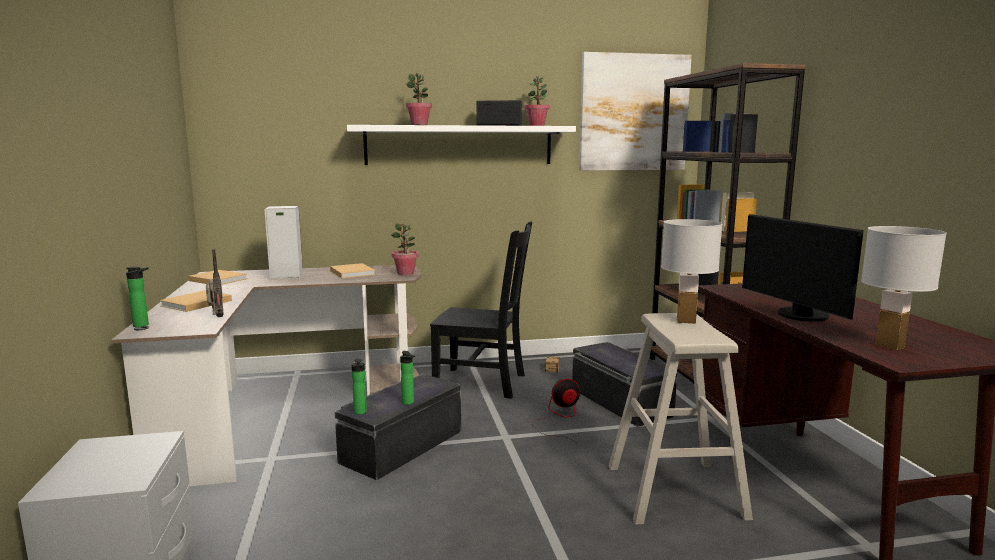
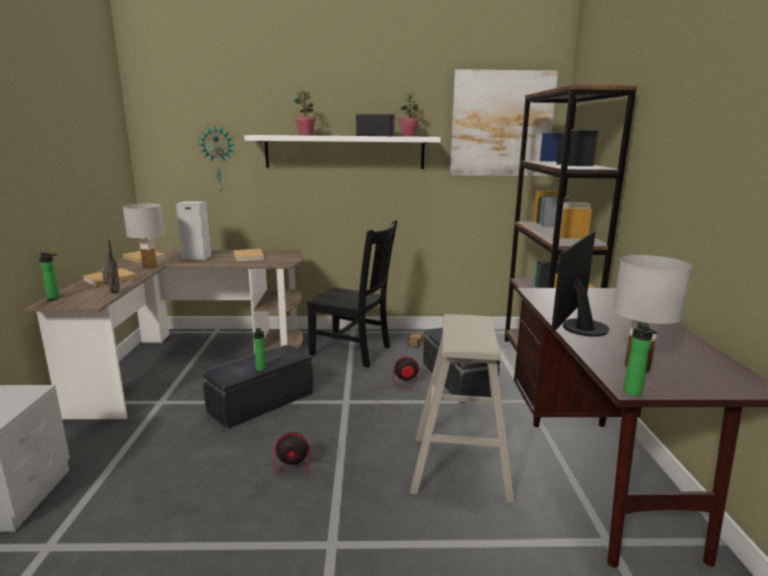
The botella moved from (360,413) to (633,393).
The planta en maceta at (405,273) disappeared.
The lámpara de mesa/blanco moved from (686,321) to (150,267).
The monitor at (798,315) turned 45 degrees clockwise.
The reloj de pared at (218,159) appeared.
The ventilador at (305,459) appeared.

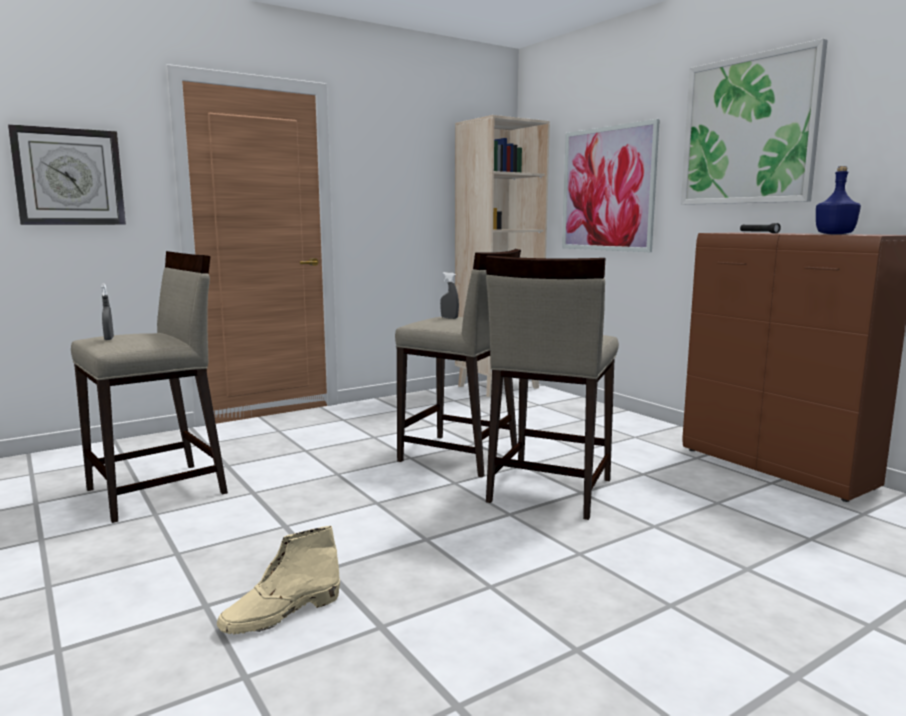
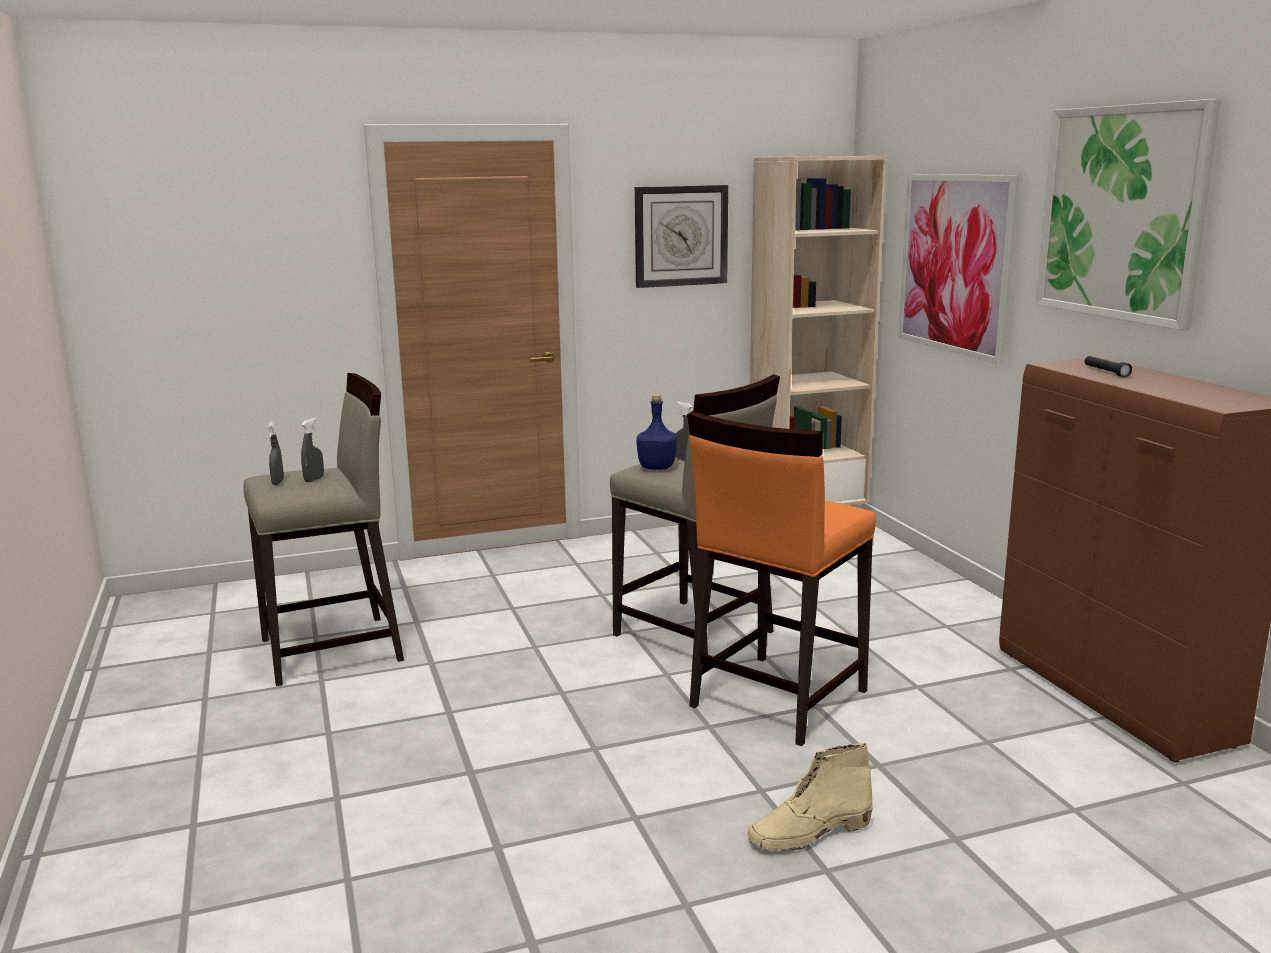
The reloj de pared moved from (69,177) to (680,236).
The bota/beis moved from (280,614) to (809,833).
The taburete/beis at (549,490) became the taburete/naranja at (776,698).
The botella/azul moved from (834,234) to (656,467).
The pulverizador/gris at (314,479) appeared.

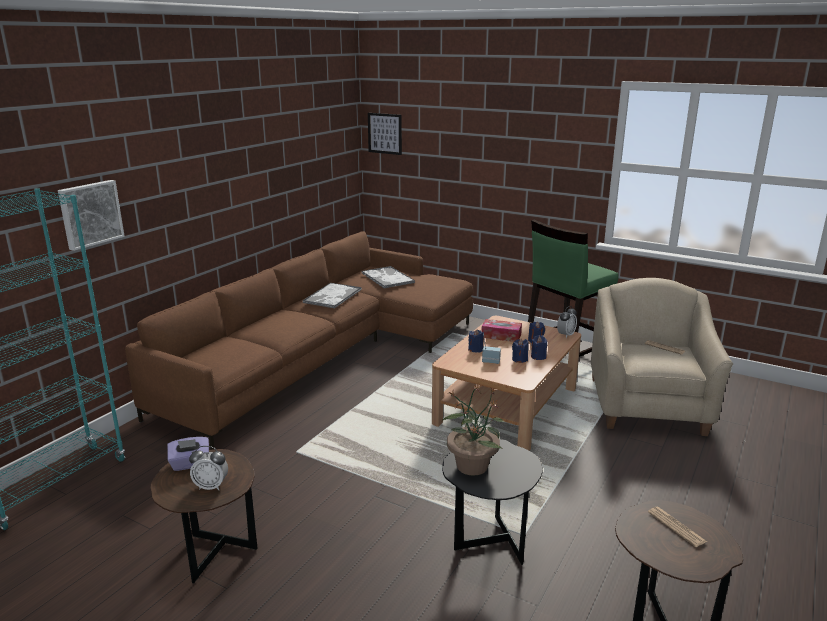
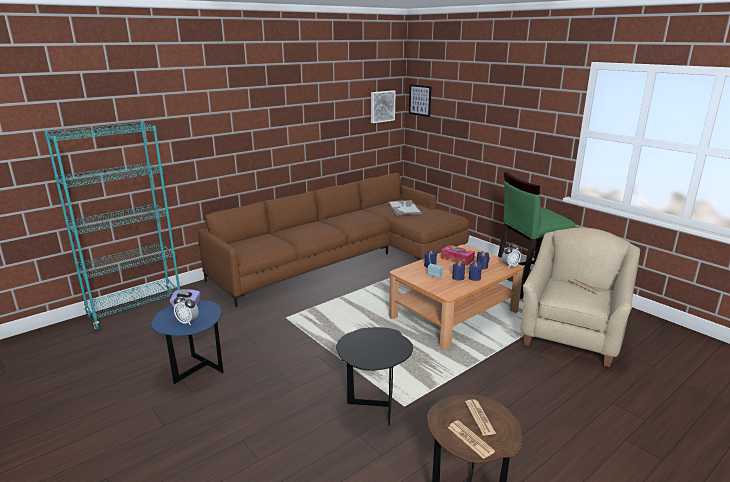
The cuadro moved from (90,214) to (382,106).
The mesa auxiliar/marrón at (214,558) became the mesa auxiliar/azul at (195,372).
The bandeja at (332,296) disappeared.
The planta en maceta at (472,465) disappeared.
The periódico at (470,439) appeared.

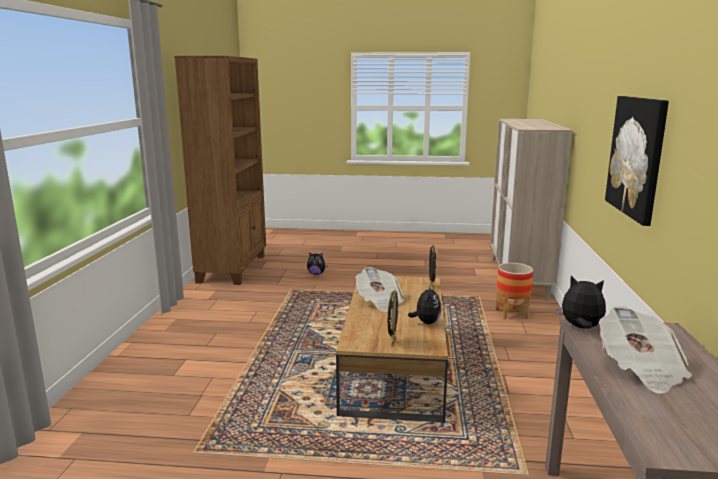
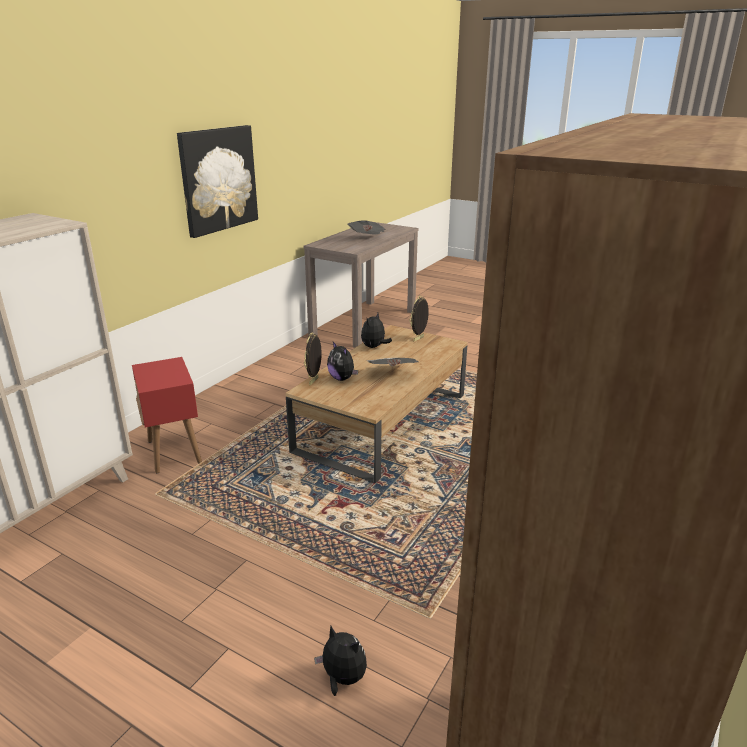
The maceta at (511,313) was replaced by the mesa auxiliar/rojo at (174,452).
The peluche moved from (580,328) to (342,378).

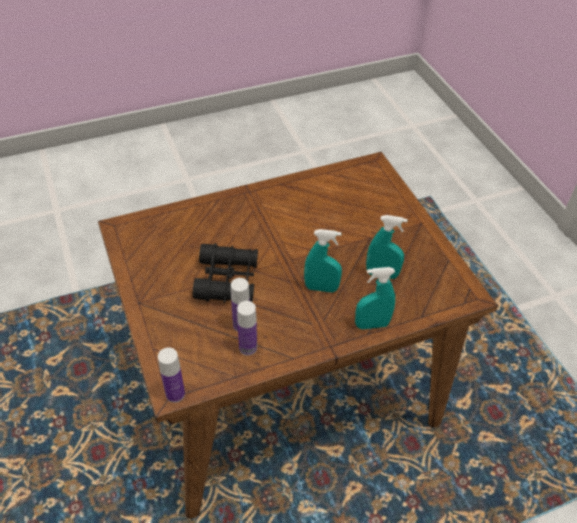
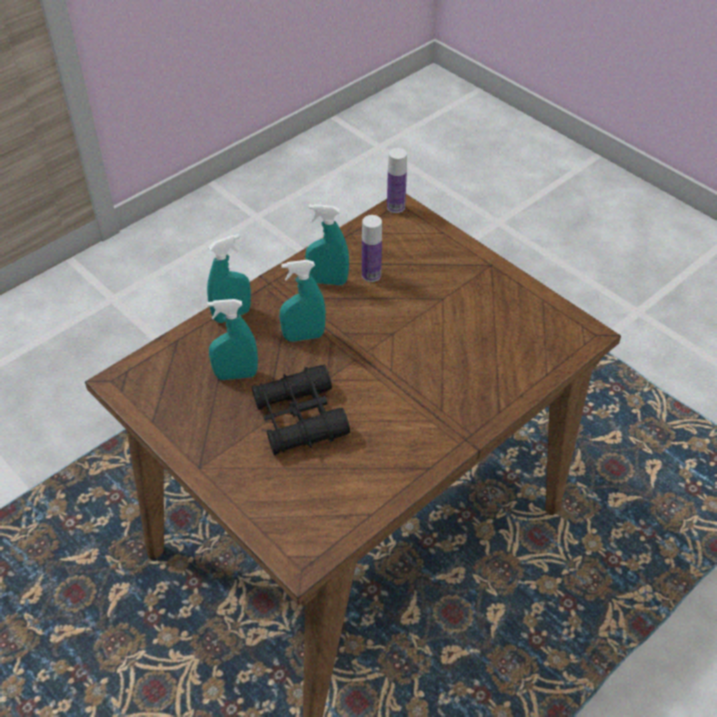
The prismáticos/negro moved from (227,280) to (299,419).
The botella at (248,347) disappeared.
The pulverizador/turquesa at (327,281) appeared.

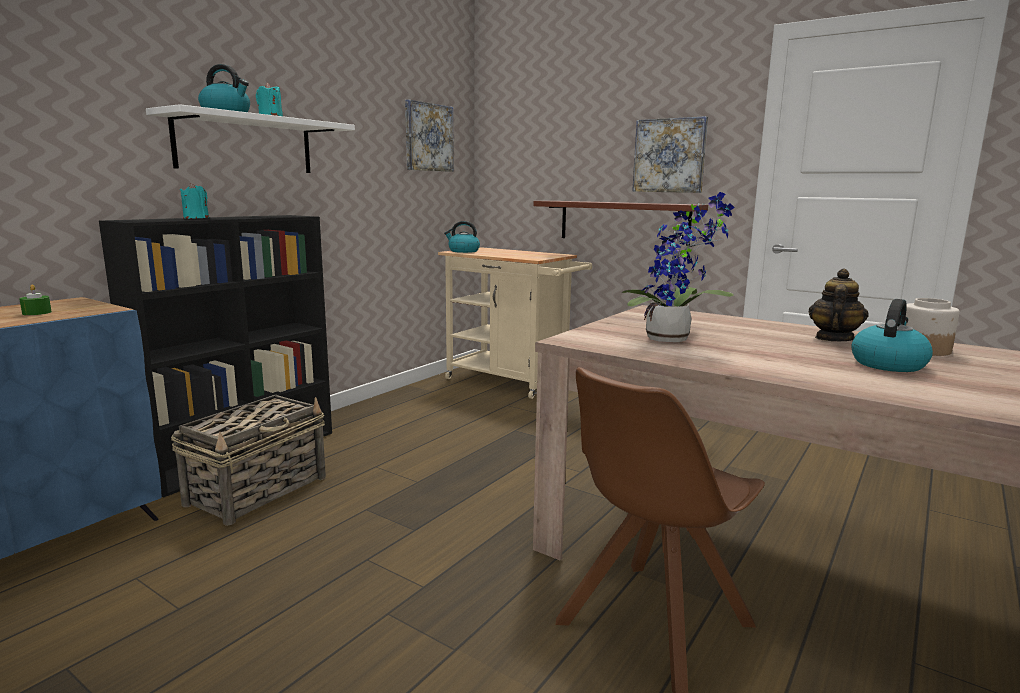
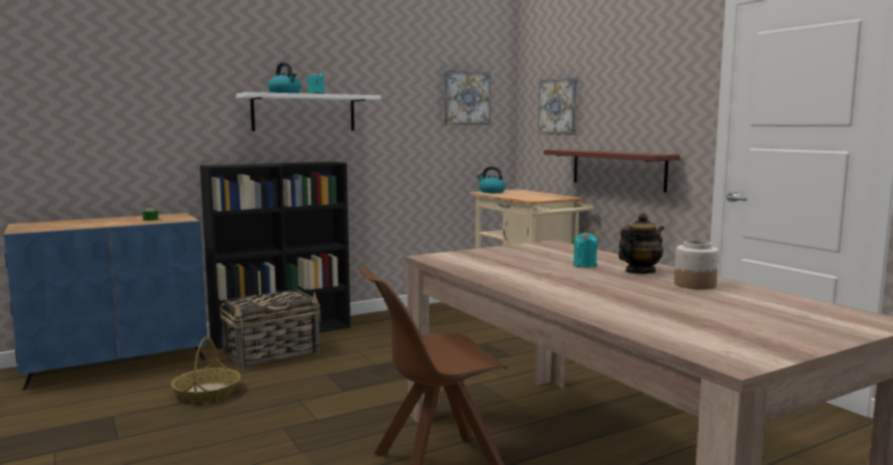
The vela/turquesa moved from (196,218) to (584,265).
The planta en maceta at (673,339) disappeared.
The cuadro moved from (669,156) to (559,106).
The hervidor at (888,364) disappeared.
The cesta at (207,392) appeared.

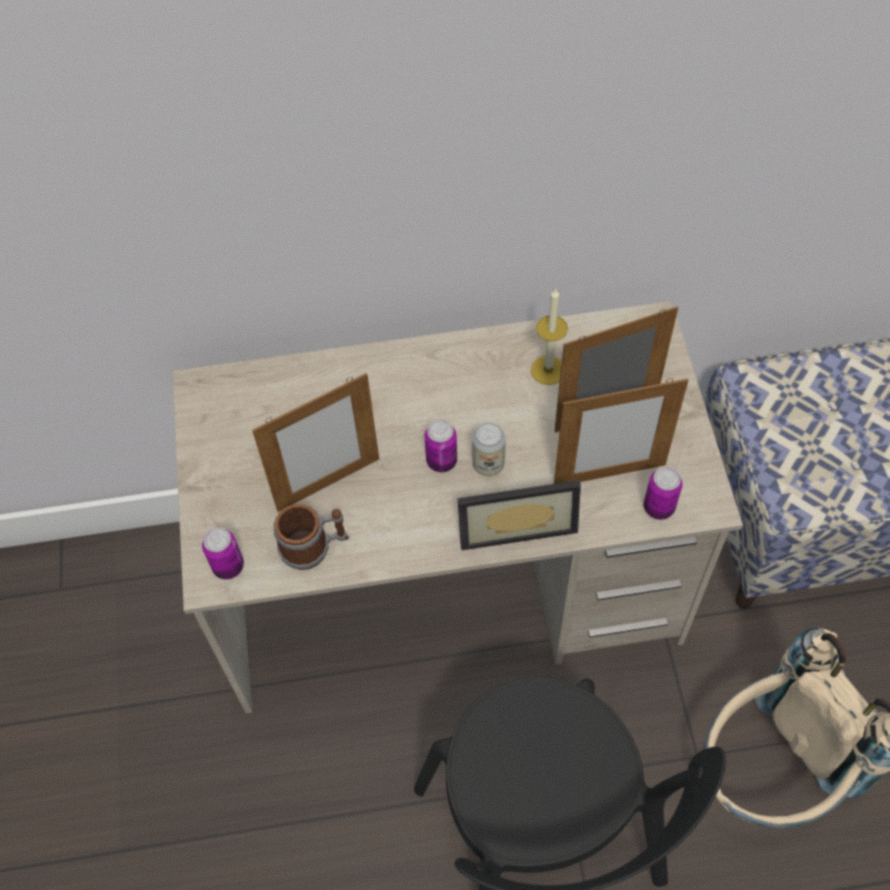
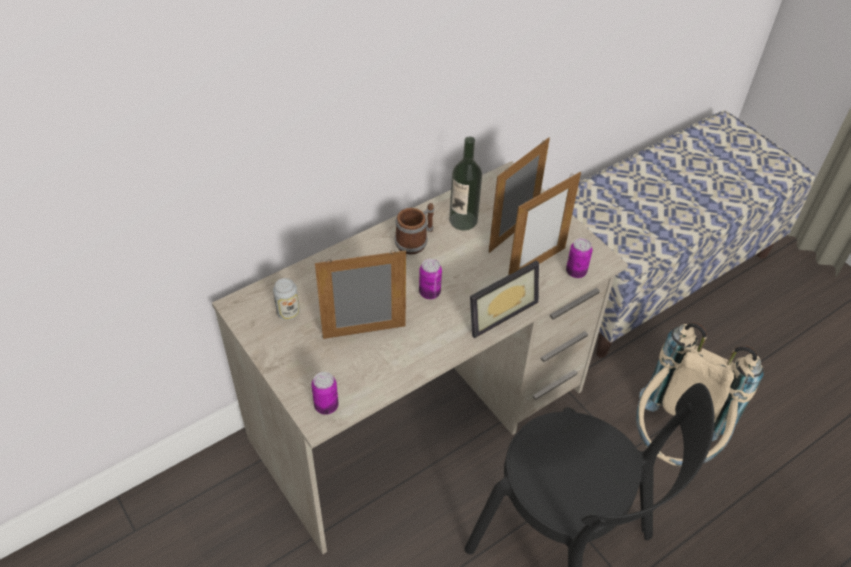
The portarretratos at (328,484) turned 135 degrees counterclockwise.
The taza grande moved from (314,547) to (415,241).
The lata moved from (488,464) to (288,312).
The vela at (548,370) was replaced by the botella at (463,220).

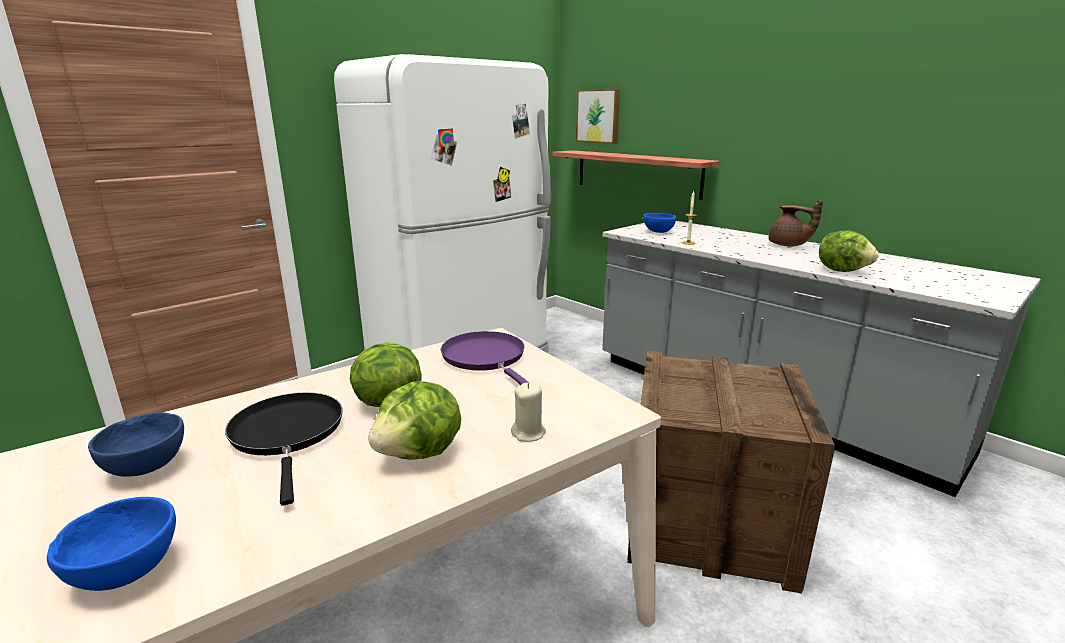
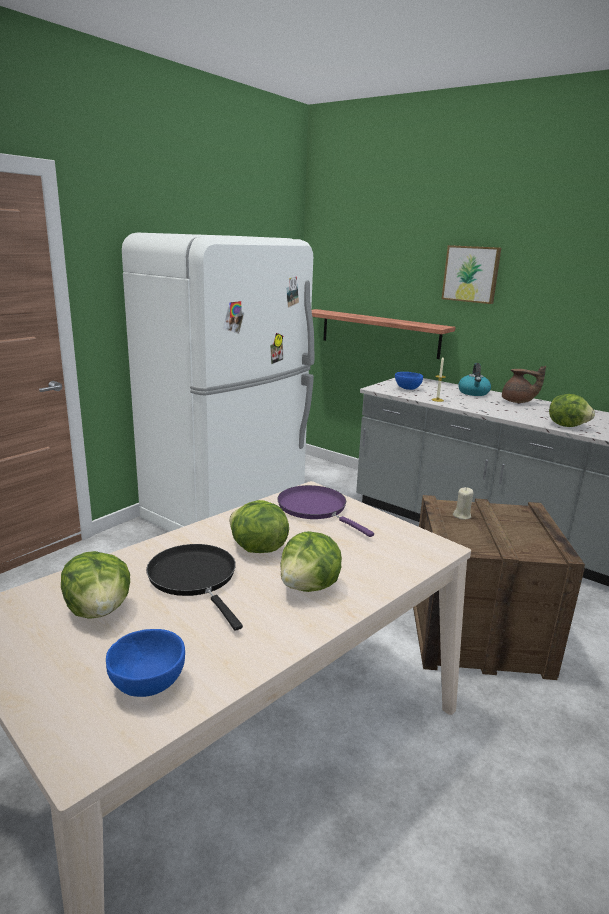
The cuenco/azul at (148,467) was replaced by the lechuga at (99,610).
The vela/beis moved from (529,433) to (462,515).
The cuadro moved from (599,116) to (471,274).
The hervidor at (473,393) appeared.

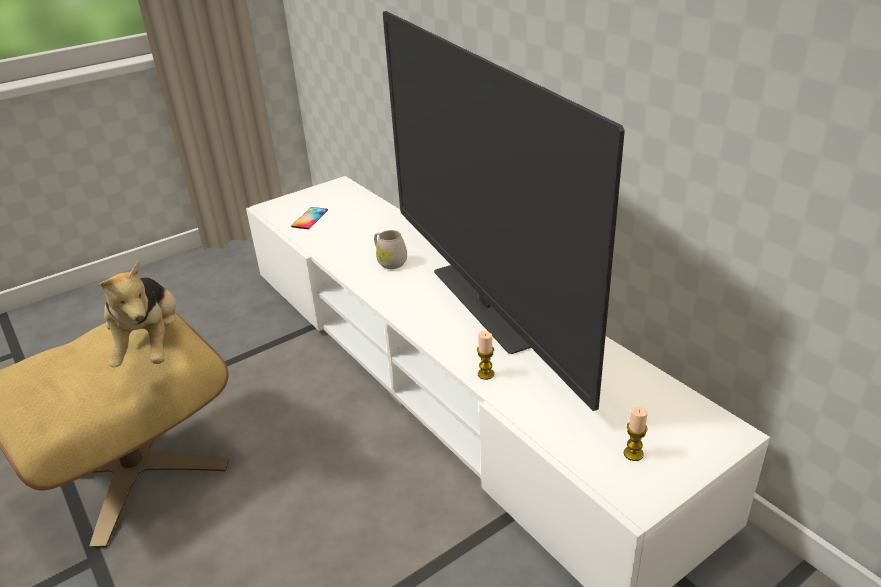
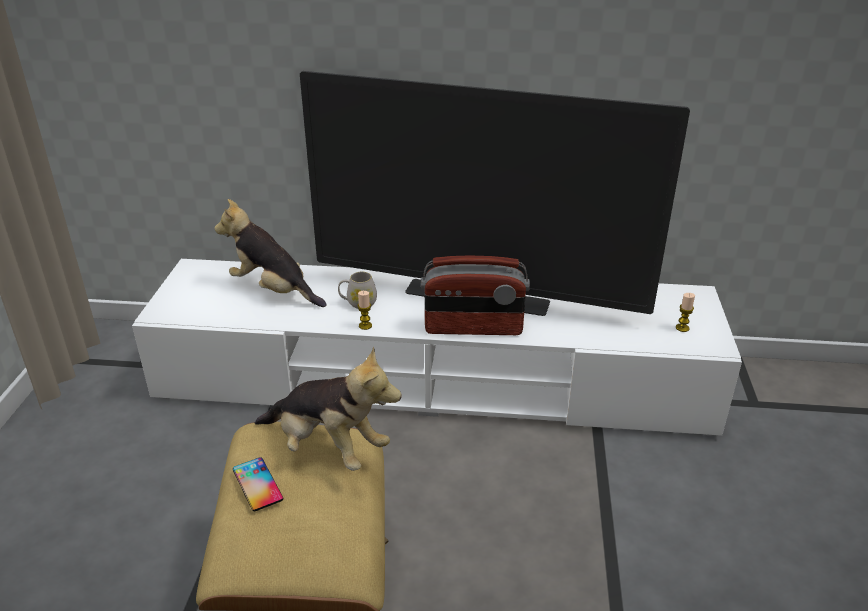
The móvil moved from (310,218) to (257,484).
The vela moved from (486,374) to (365,326).
The peluche at (273,290) appeared.
The radio at (473,328) appeared.

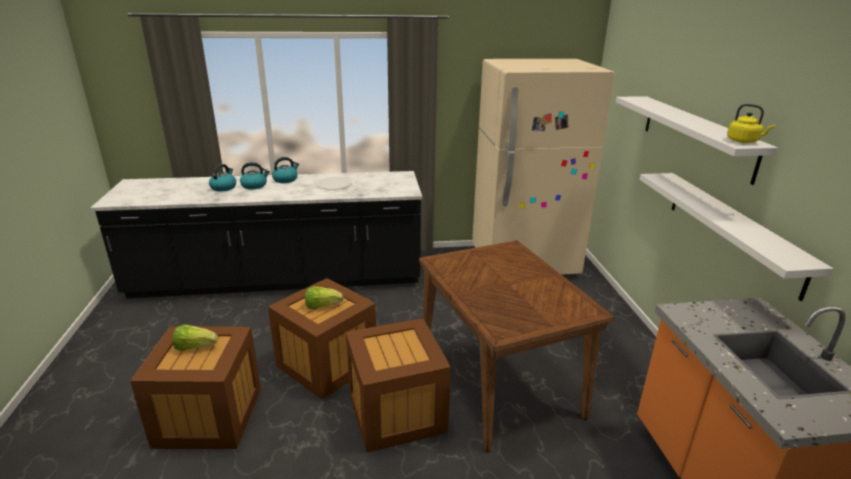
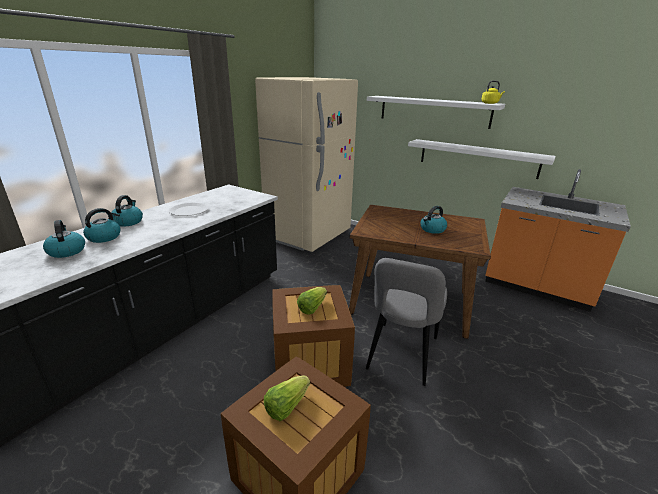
The caja de embalaje at (396,413) was replaced by the silla/gris at (401,356).
The hervidor at (432,229) appeared.

